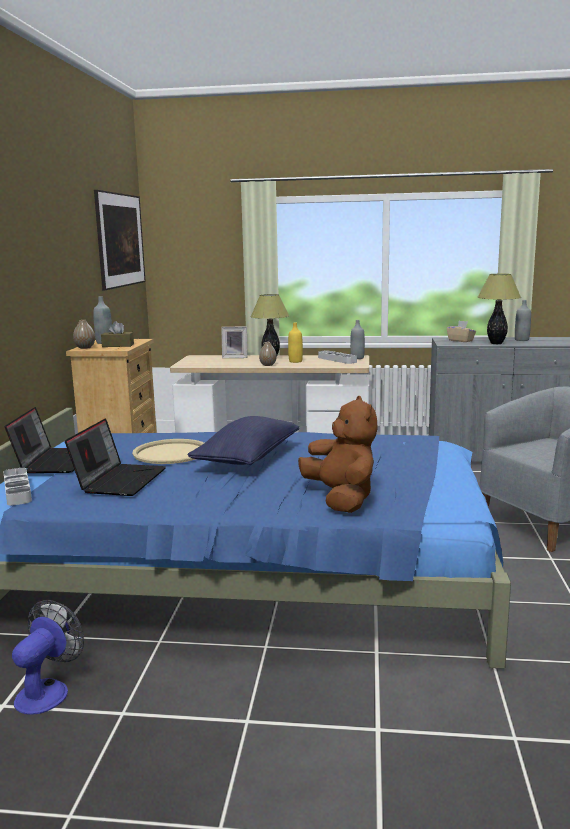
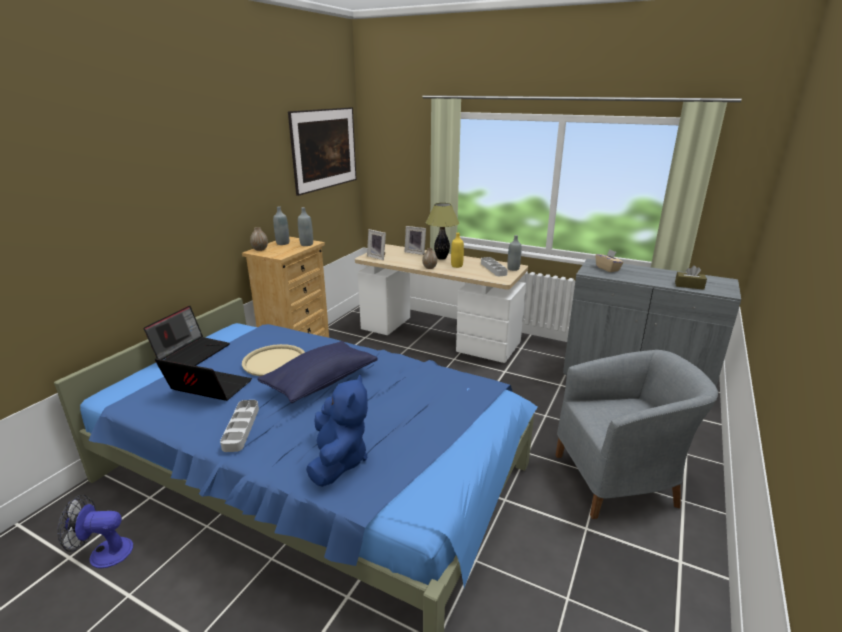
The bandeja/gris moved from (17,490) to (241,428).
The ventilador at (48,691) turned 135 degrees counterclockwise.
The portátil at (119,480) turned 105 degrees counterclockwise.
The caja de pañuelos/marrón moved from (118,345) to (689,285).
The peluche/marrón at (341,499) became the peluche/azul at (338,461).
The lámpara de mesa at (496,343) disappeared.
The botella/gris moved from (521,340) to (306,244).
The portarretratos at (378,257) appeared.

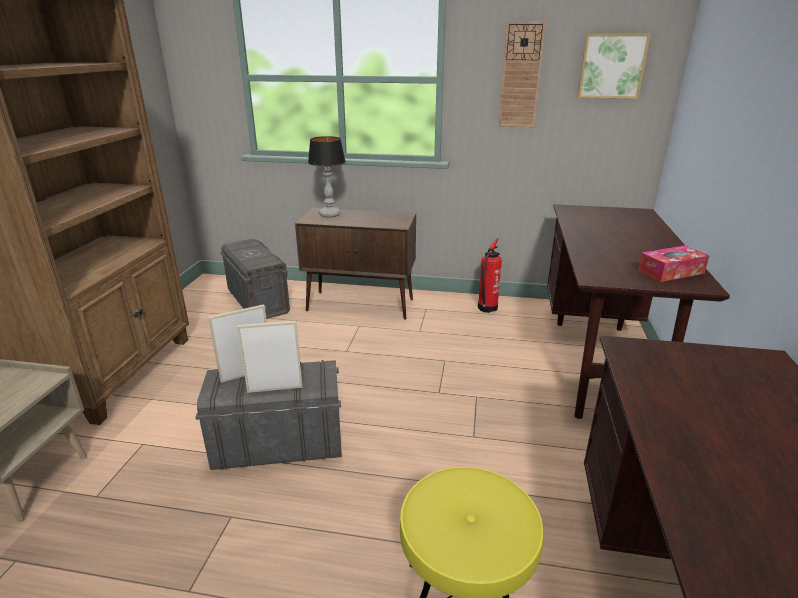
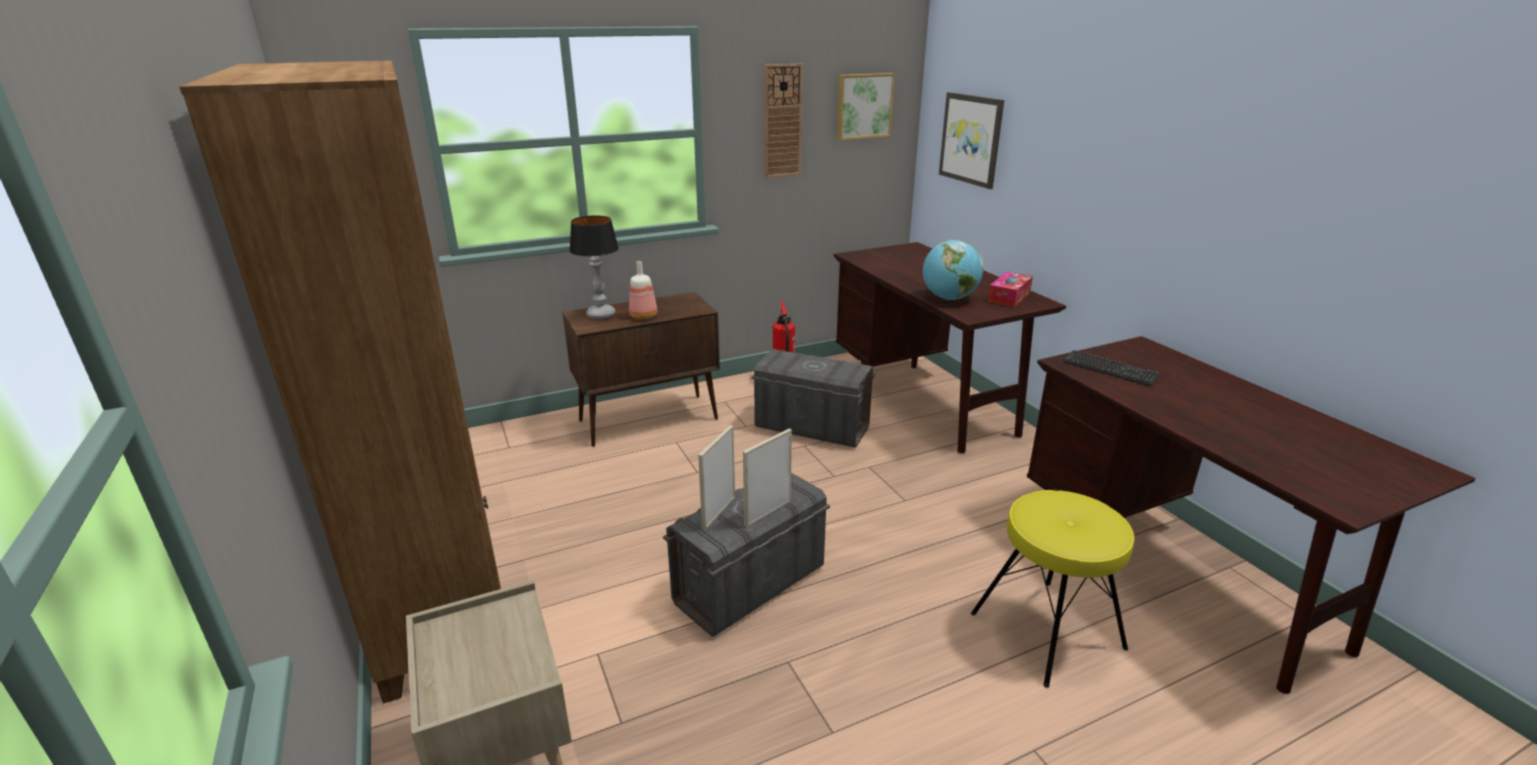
The caja de almacenaje/gris moved from (258,301) to (811,427).
The botella at (644,316) appeared.
The globo terráqueo at (949,298) appeared.
The cuadro at (971,139) appeared.
The teclado at (1109,369) appeared.

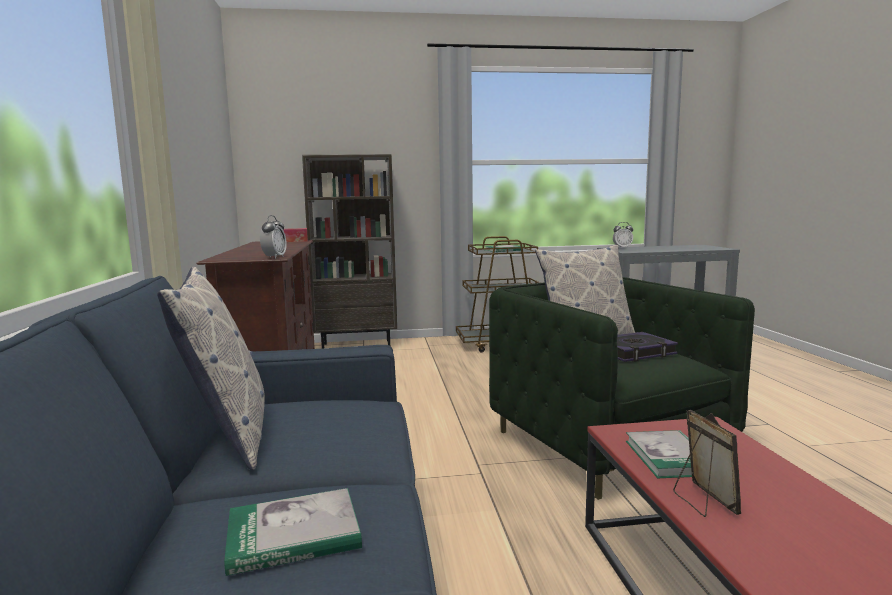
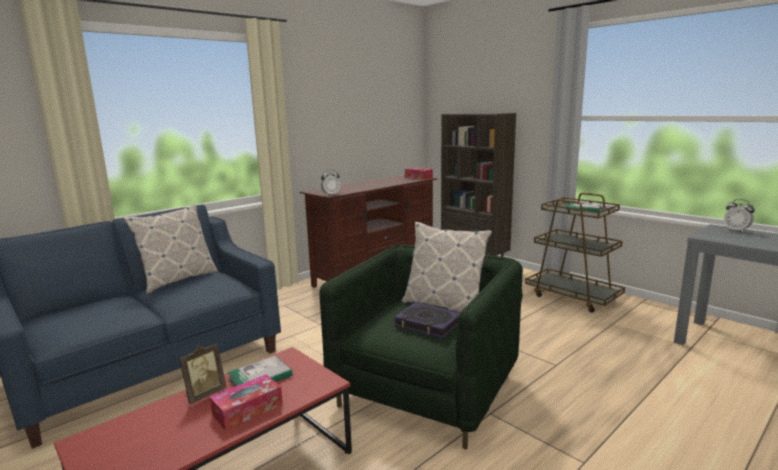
The libro at (293,535) disappeared.
The caja de pañuelos at (248,409) appeared.

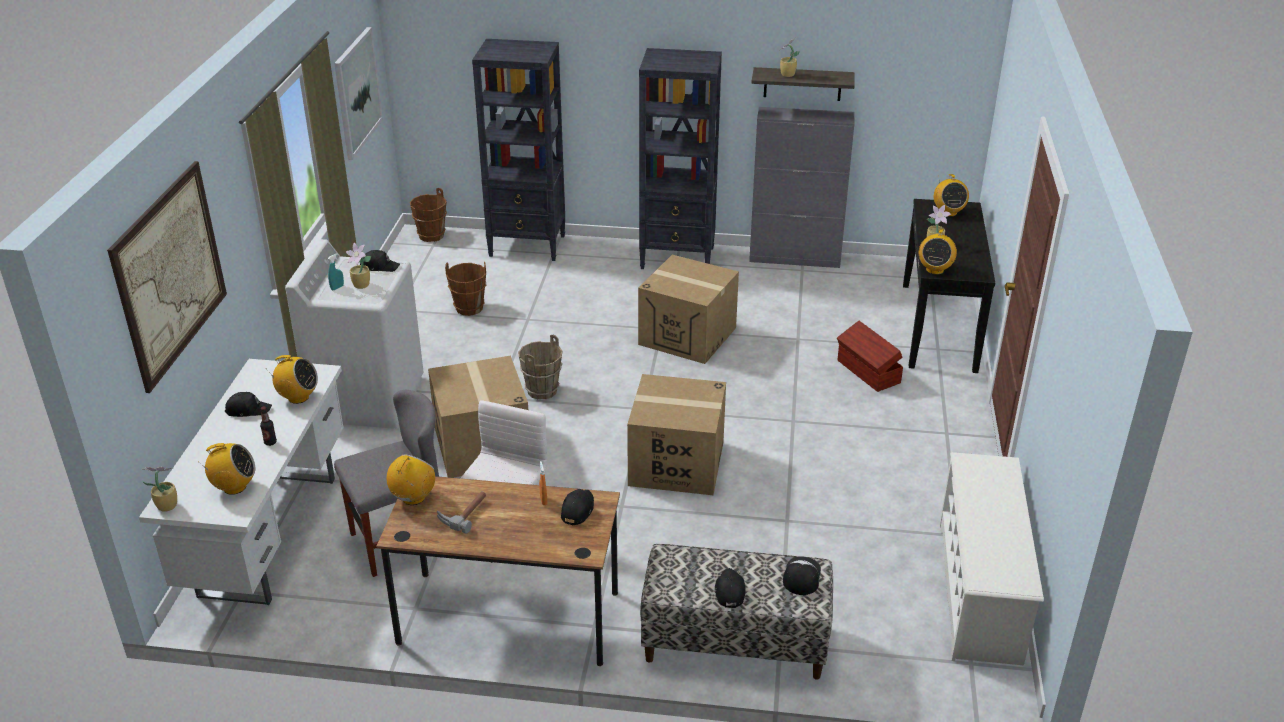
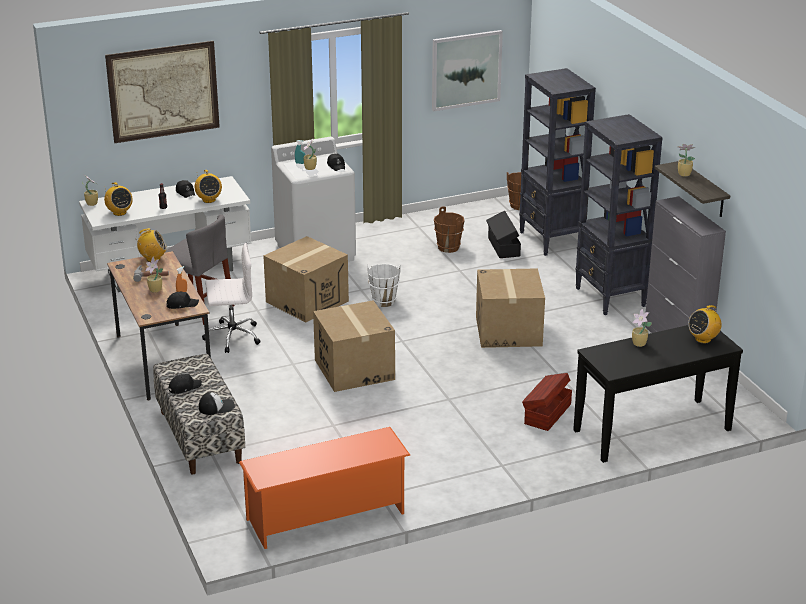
The cubo/marrón at (541,390) became the cubo/blanco at (384,301).
The radio at (934,269) disappeared.
The zapatero/blanco at (979,591) became the zapatero/naranja at (326,516).
The planta en maceta at (155,290) appeared.
The caja de almacenaje/negro at (503,247) appeared.

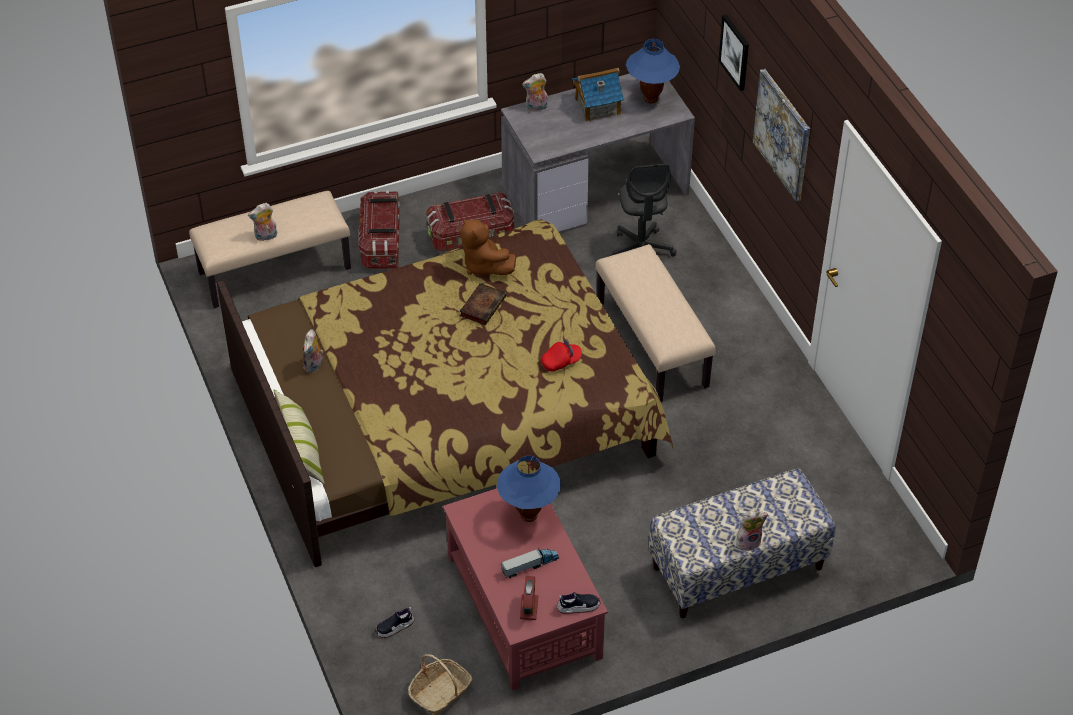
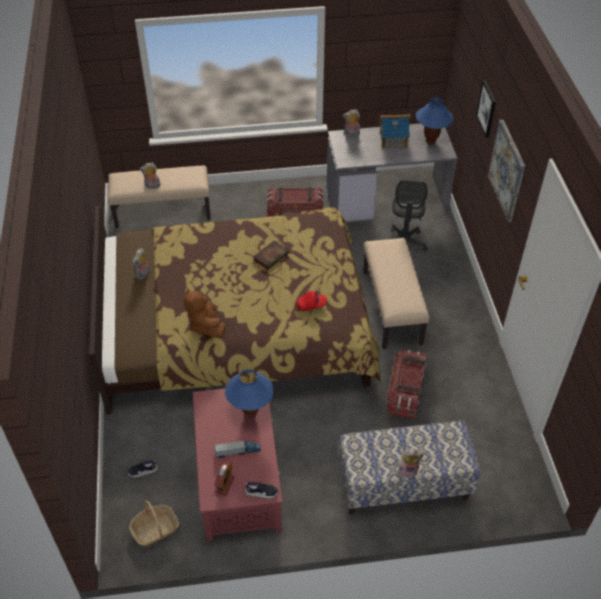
The cojín at (301,449) disappeared.
The caja de almacenaje moved from (381,243) to (405,392).
The peluche/marrón moved from (484,265) to (205,326).

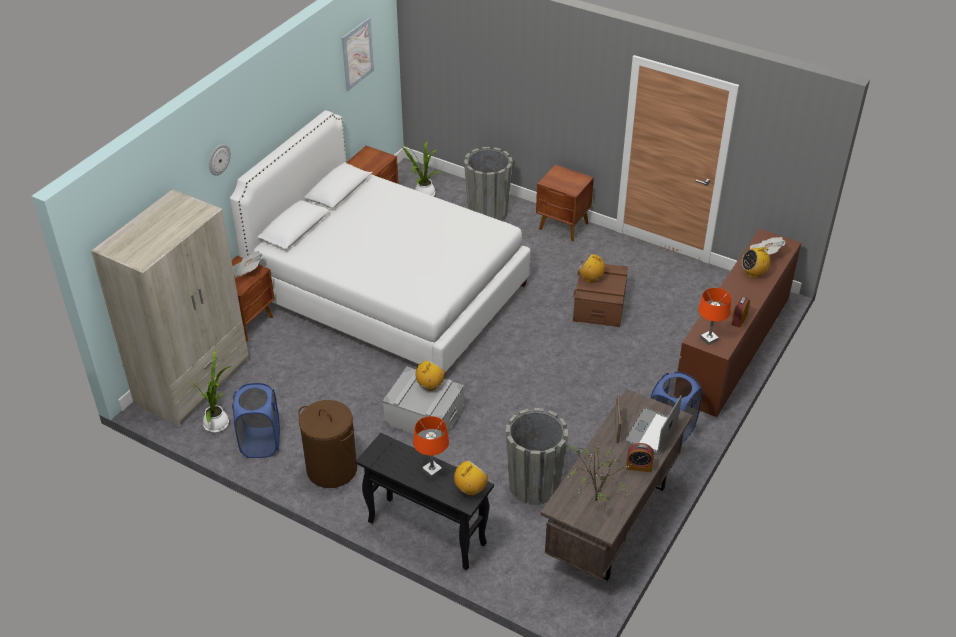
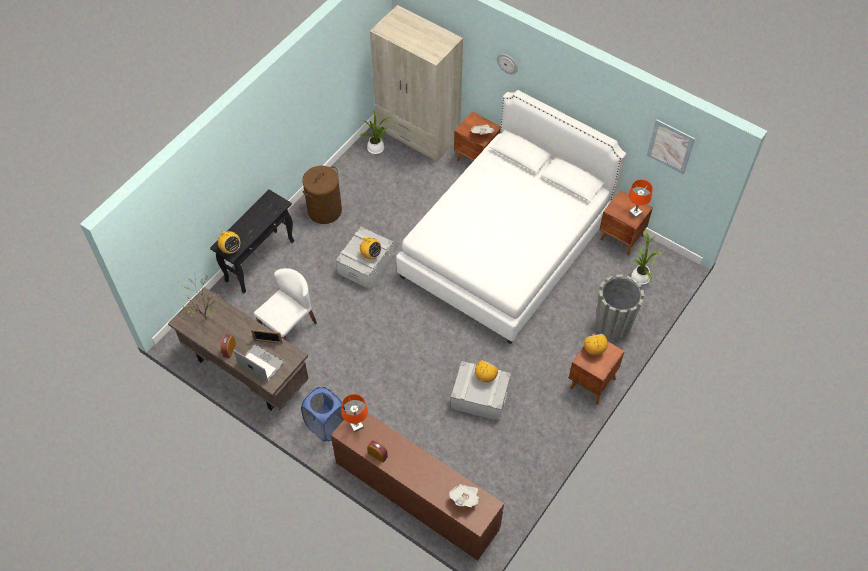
The cesto de la ropa/azul at (260,442) disappeared.
The lámpara de mesa/naranja moved from (432,471) to (635,213).
The maceta/gris at (534,485) was replaced by the silla/blanco at (289,326).
The caja de almacenaje/marrón at (599,305) became the caja de almacenaje/gris at (479,397).
The radio moved from (753,273) to (594,349).

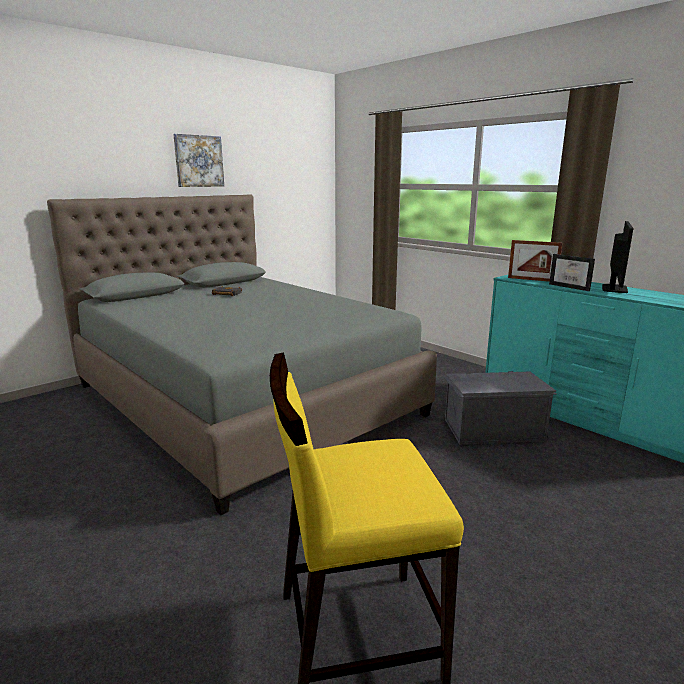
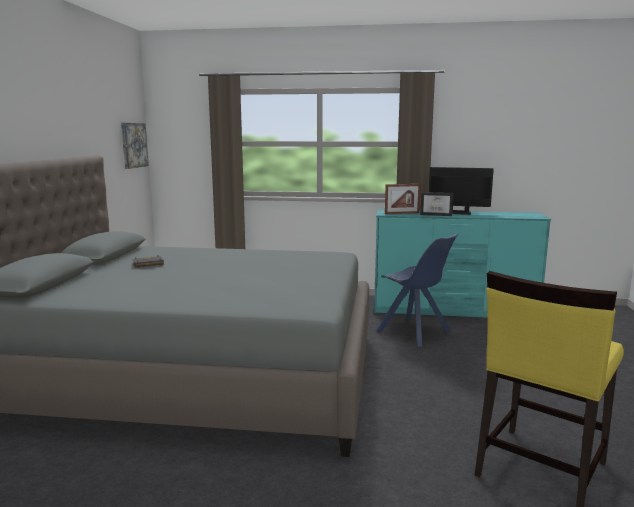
The cuadro moved from (198,161) to (133,145).
The caja de almacenaje/gris at (492,429) was replaced by the silla/azul at (415,333).
The monitor at (614,289) turned 60 degrees counterclockwise.

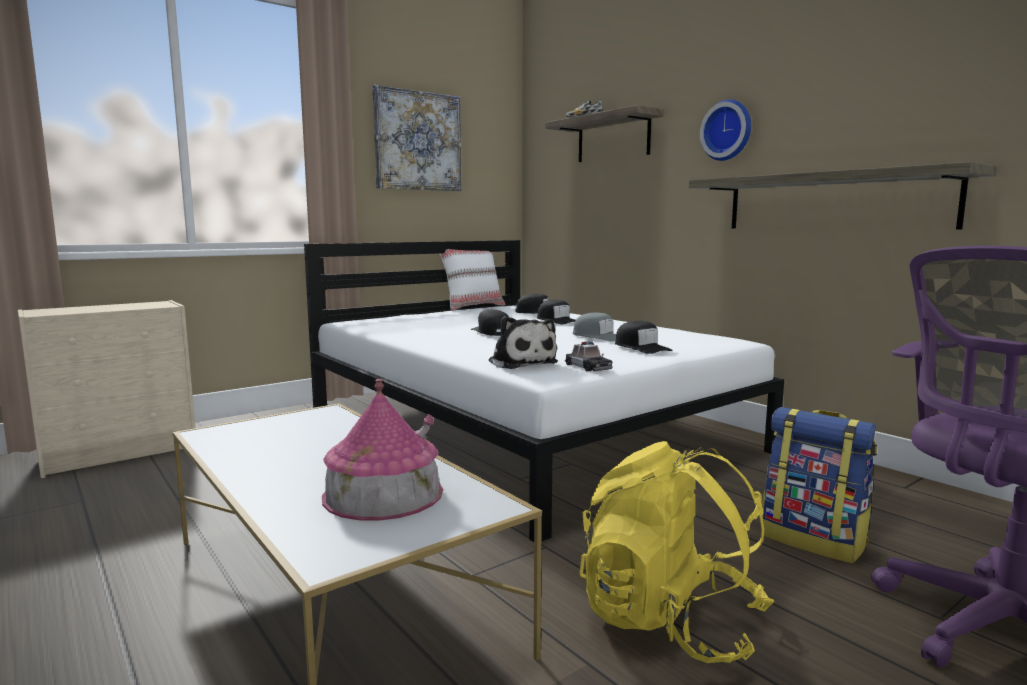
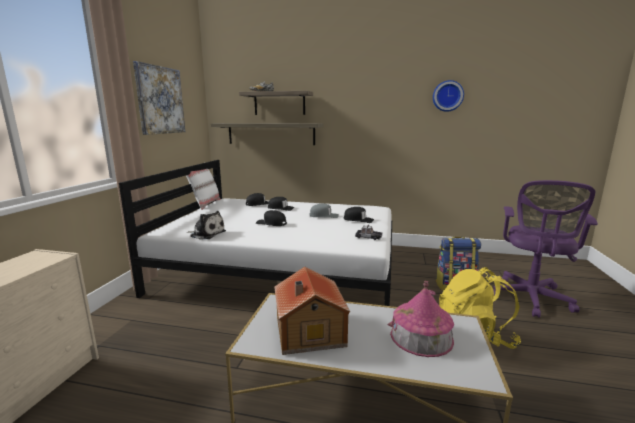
The peluche moved from (521,362) to (206,234).
The estante moved from (834,202) to (271,133).
The reloj de pared moved from (728,130) to (447,96).
The casita at (308,332) appeared.

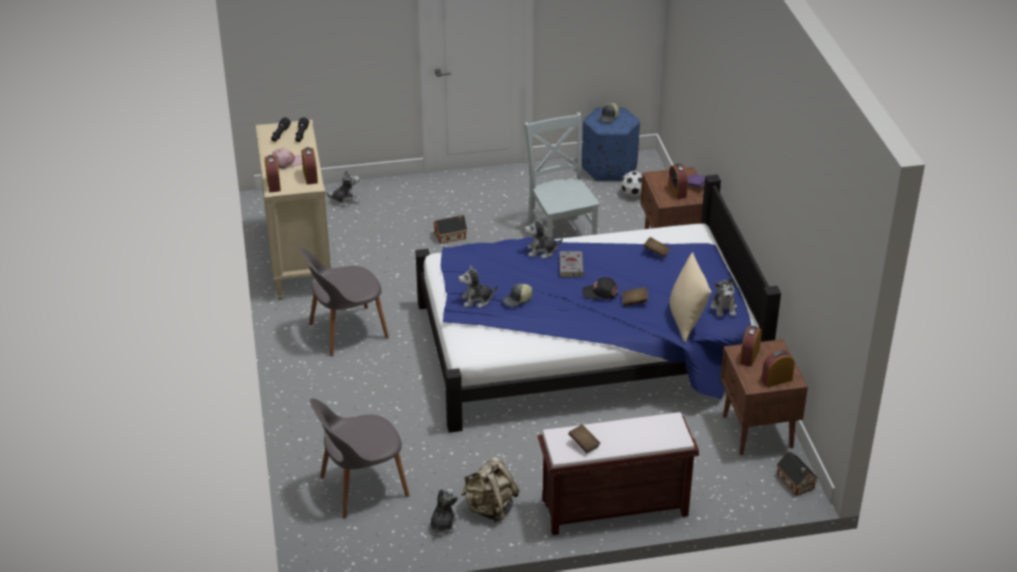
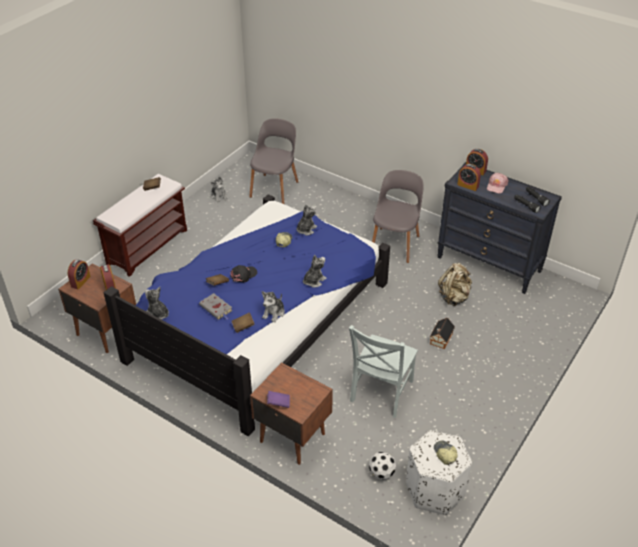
The cómoda/beis at (298,259) became the cómoda/negro at (489,264).
The peluche moved from (345,200) to (274,313).
The mochila/beis moved from (490,508) to (454,297).
The silla/gris at (561,234) turned 90 degrees clockwise.
The libro/gris moved from (570,265) to (216,308).
The puf/azul at (609,168) became the puf/blanco at (434,490).
The despertador at (677,191) disappeared.
The cojín/beis at (686,321) disappeared.
The casita at (796,483) disappeared.

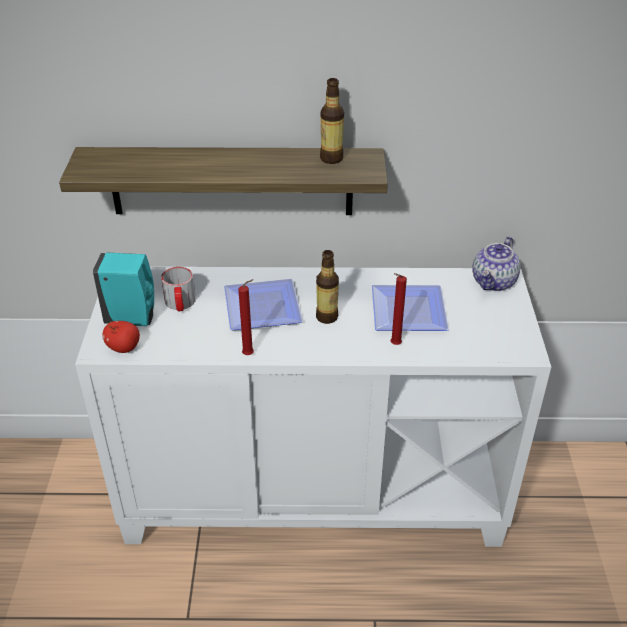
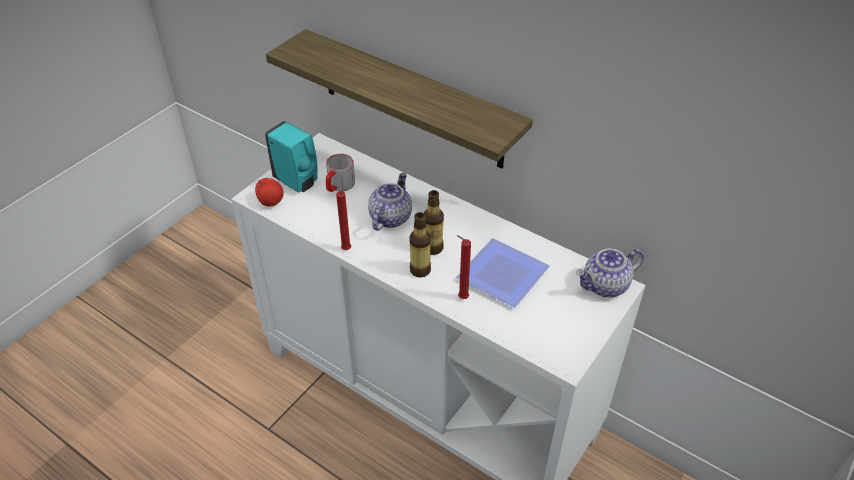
The plato at (260,309) was replaced by the tetera at (390,217).
The botella moved from (331,158) to (420,270).

